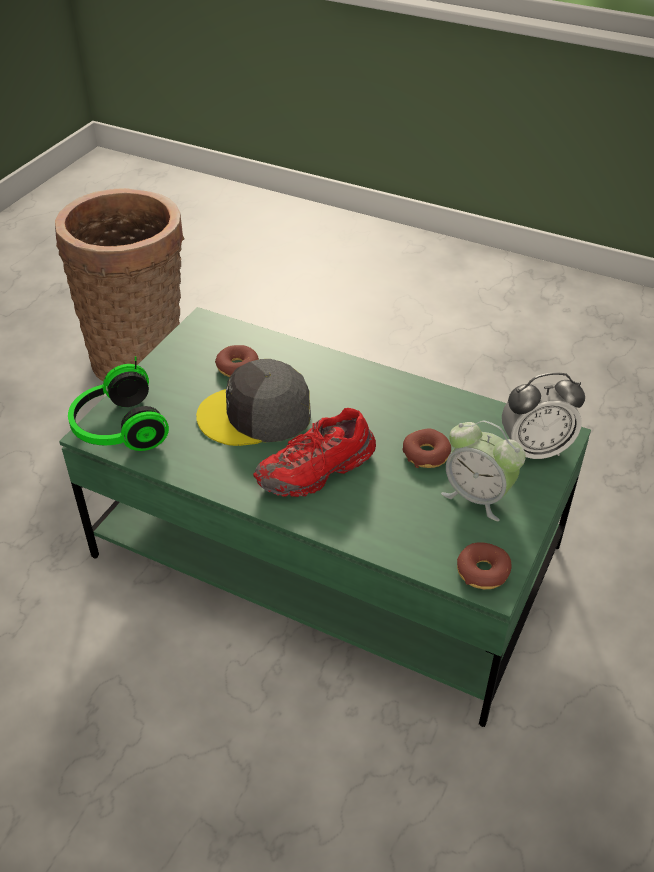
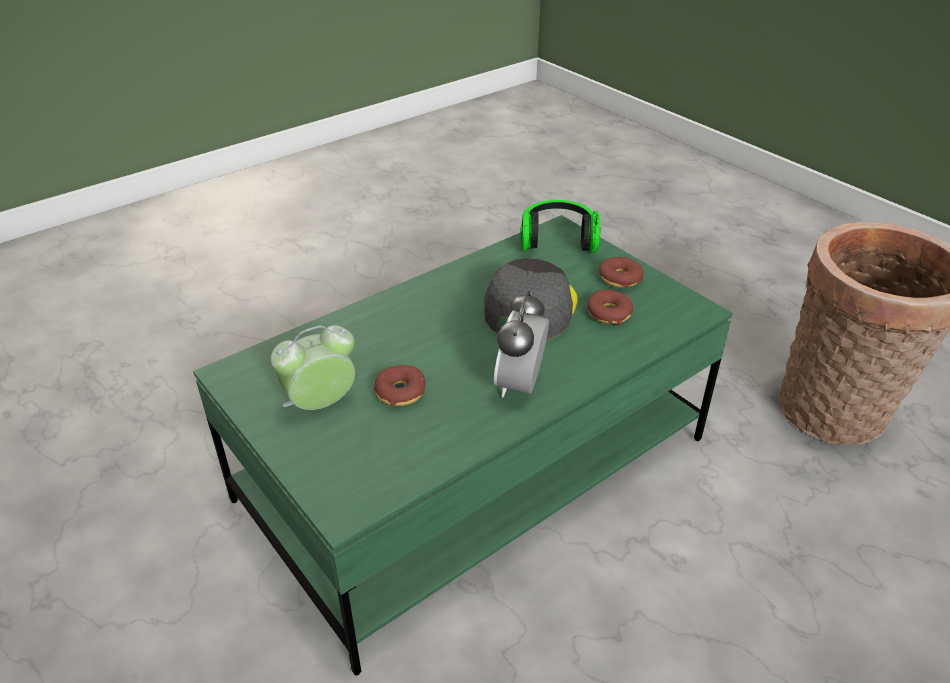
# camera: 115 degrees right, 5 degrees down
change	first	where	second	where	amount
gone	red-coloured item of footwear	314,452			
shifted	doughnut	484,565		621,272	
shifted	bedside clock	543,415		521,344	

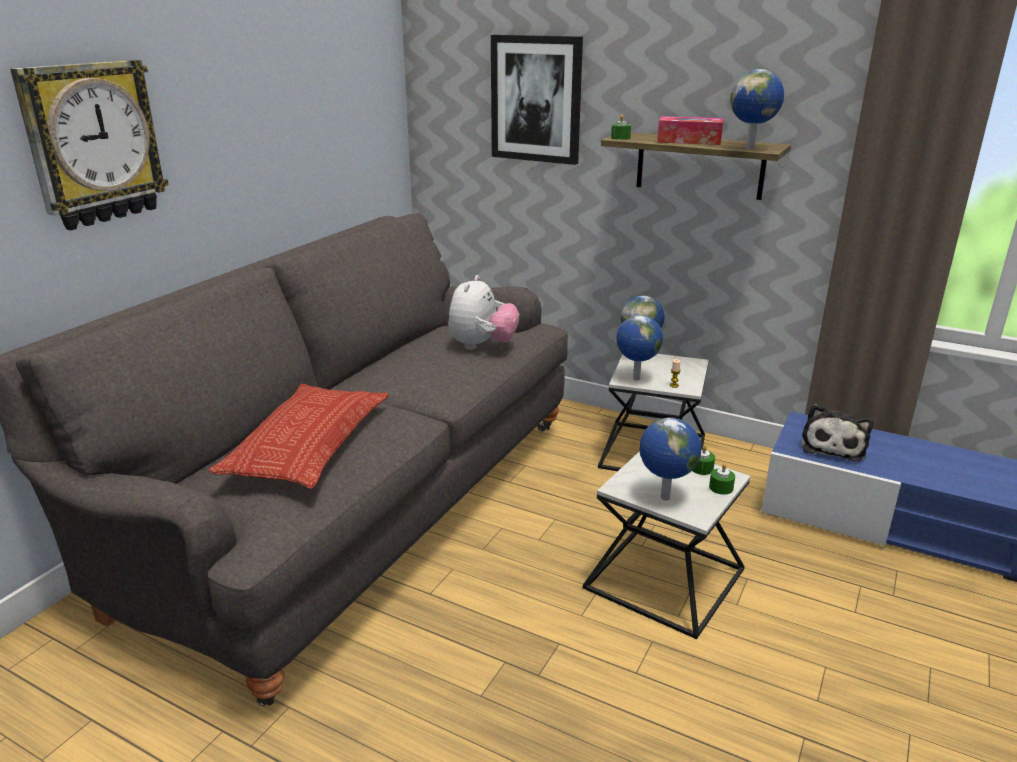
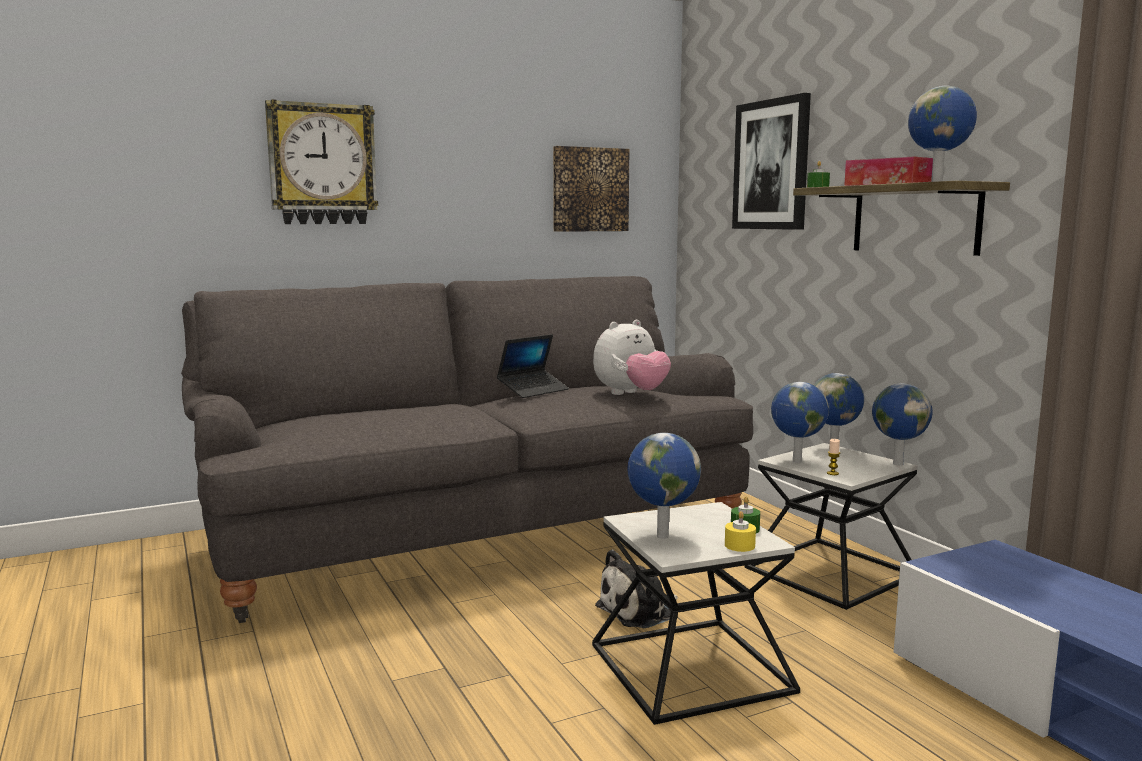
# camera: 35 degrees right, 15 degrees down
change	first	where	second	where	amount
gone	throw pillow	298,436			
new			portable computer	533,366	
new			wall picture	591,189	
new			globe	902,425	
shifted	cuddly toy	837,433		636,588	
repainted	green candle	722,479	yellow candle	740,531	

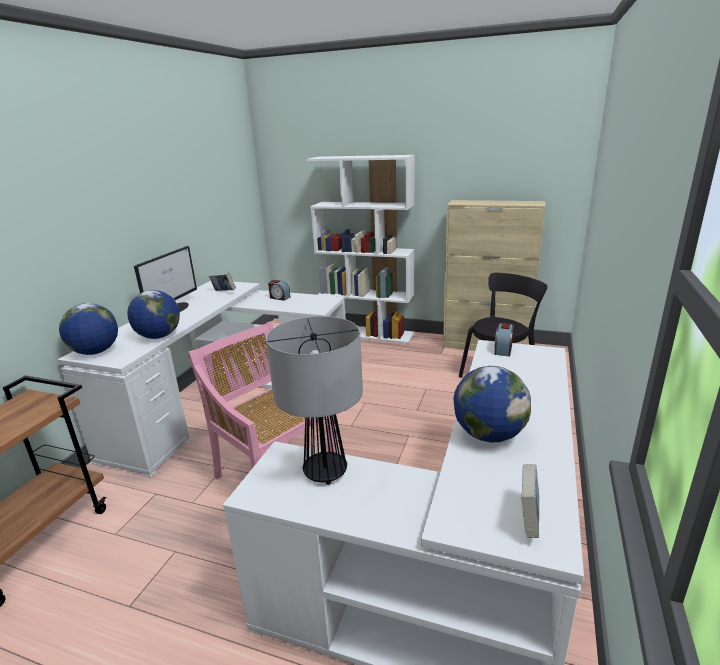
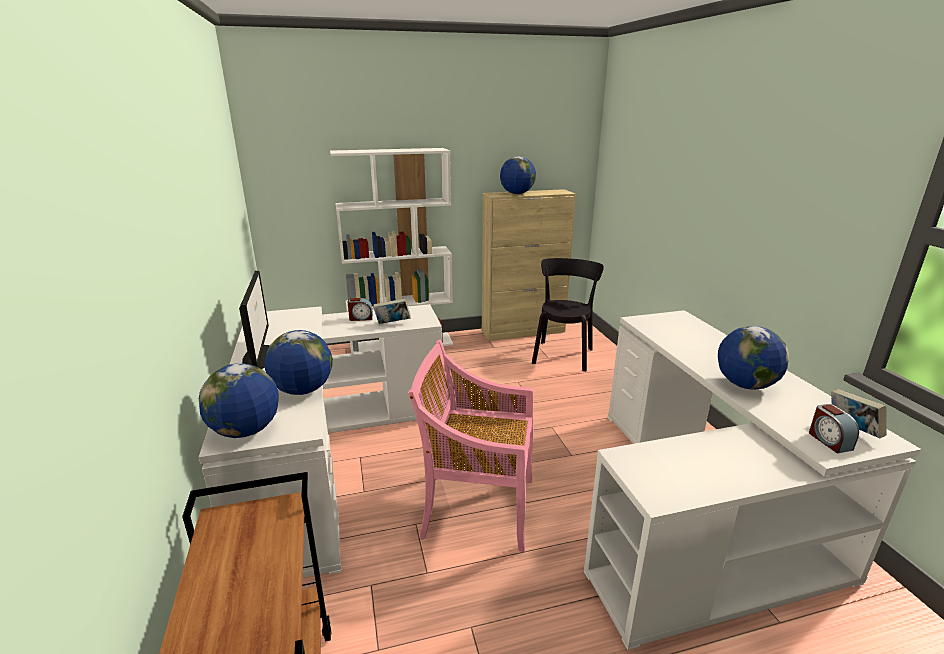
# camera: 35 degrees left, 0 degrees up
change	first	where	second	where	amount
gone	table lamp	314,400			
new			globe	518,175	
shifted	bound book	222,281		392,311	
shifted	bedside clock	504,339		834,429	

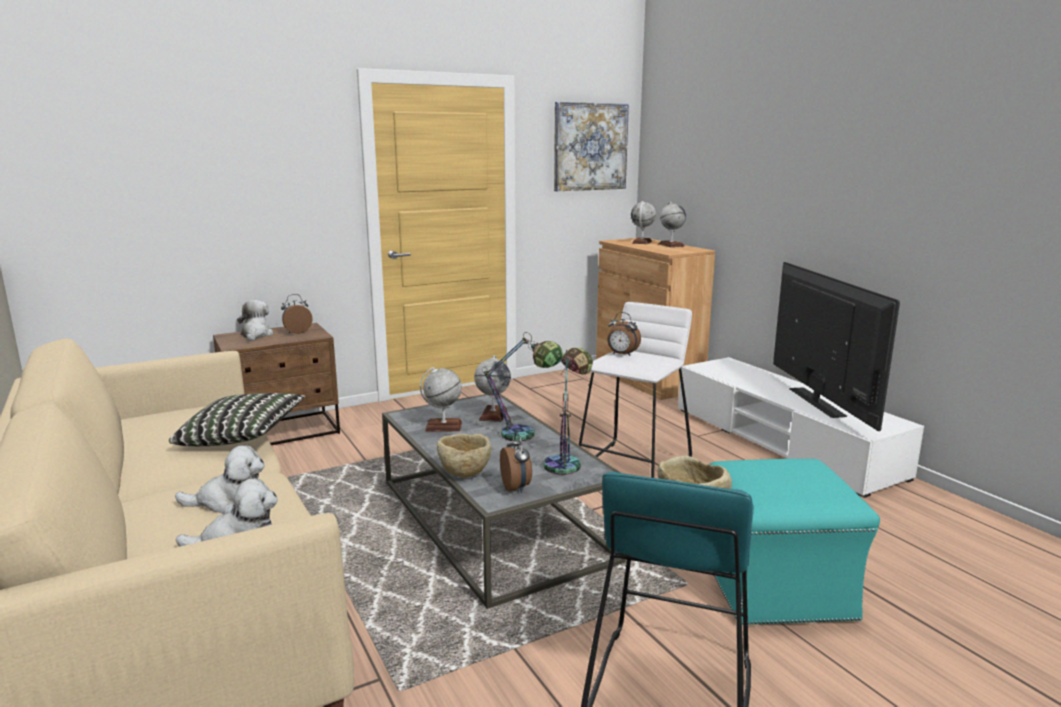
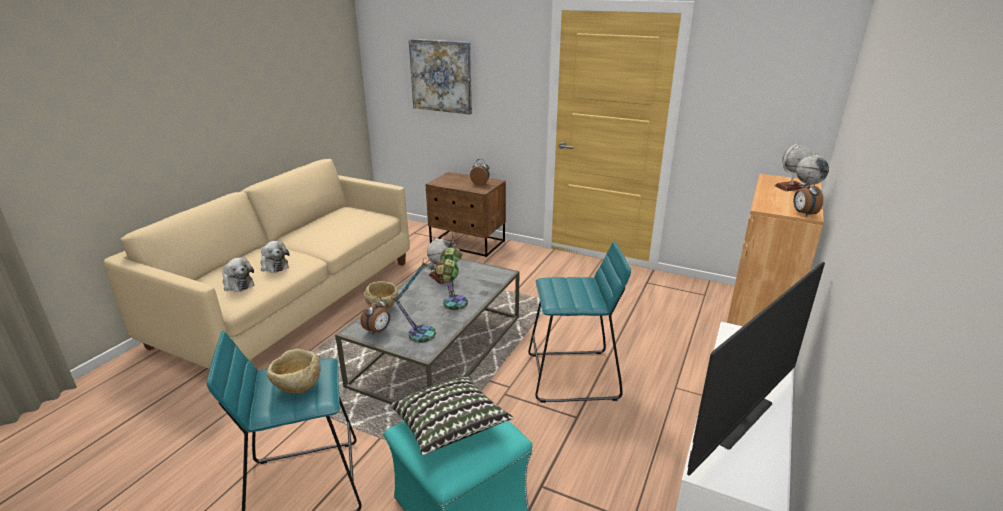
# camera: 55 degrees right, 10 degrees up
change	first	where	second	where	amount
gone	cuddly toy	255,320			
gone	globe	492,388			
shifted	throw pillow	237,419		452,415	
shifted	wall picture	591,146		440,76	
shifted	bedside clock	624,334		808,196	
repainted	white sitting stool	635,390	turquoise-coloured sitting stool	579,322	

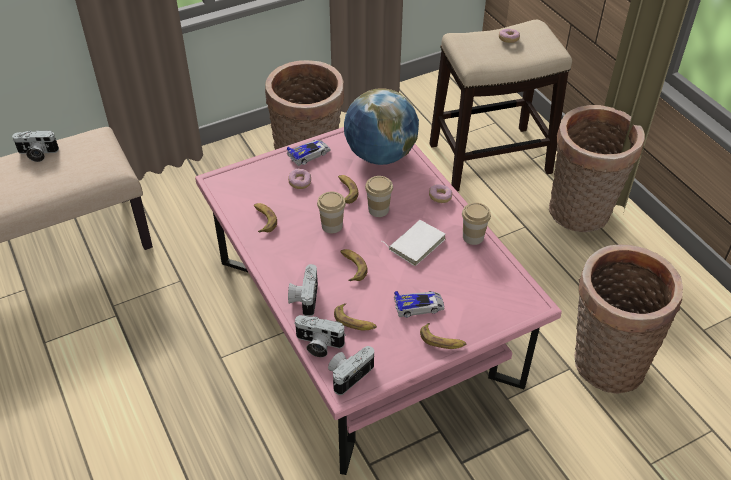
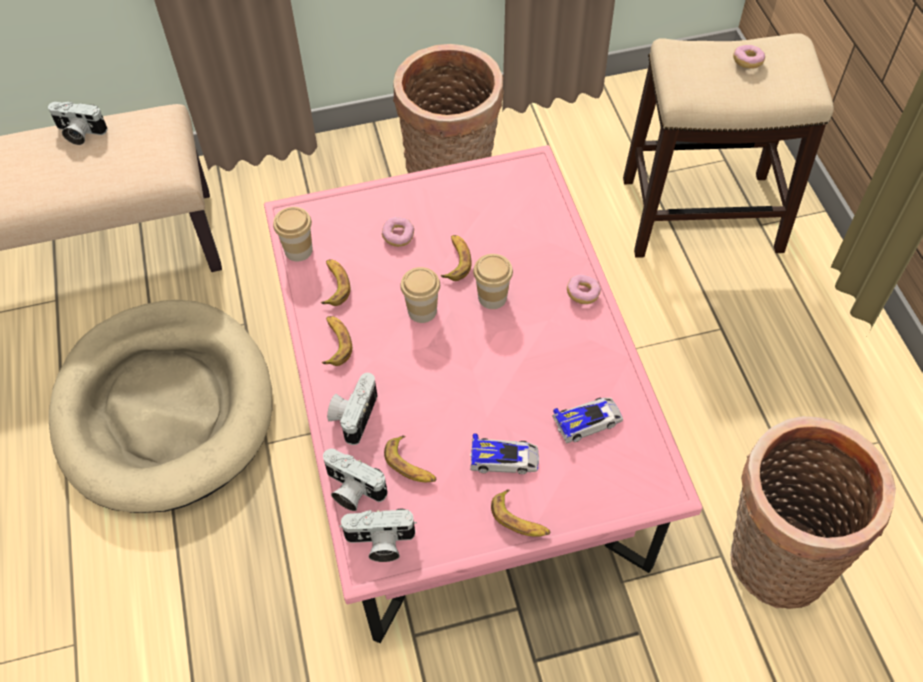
# camera: 15 degrees right, 10 degrees up
change	first	where	second	where	amount
gone	globe	381,126			
gone	white bound book	413,243			
gone	household basket	597,168			
new			beige-coloured dog bed	161,406	
shifted	miniature car	308,153		587,421	
shifted	whole banana	354,265		337,341	
shifted	cup	476,224		293,234	
rotated	still camera	351,370		378,535	150 degrees counterclockwise

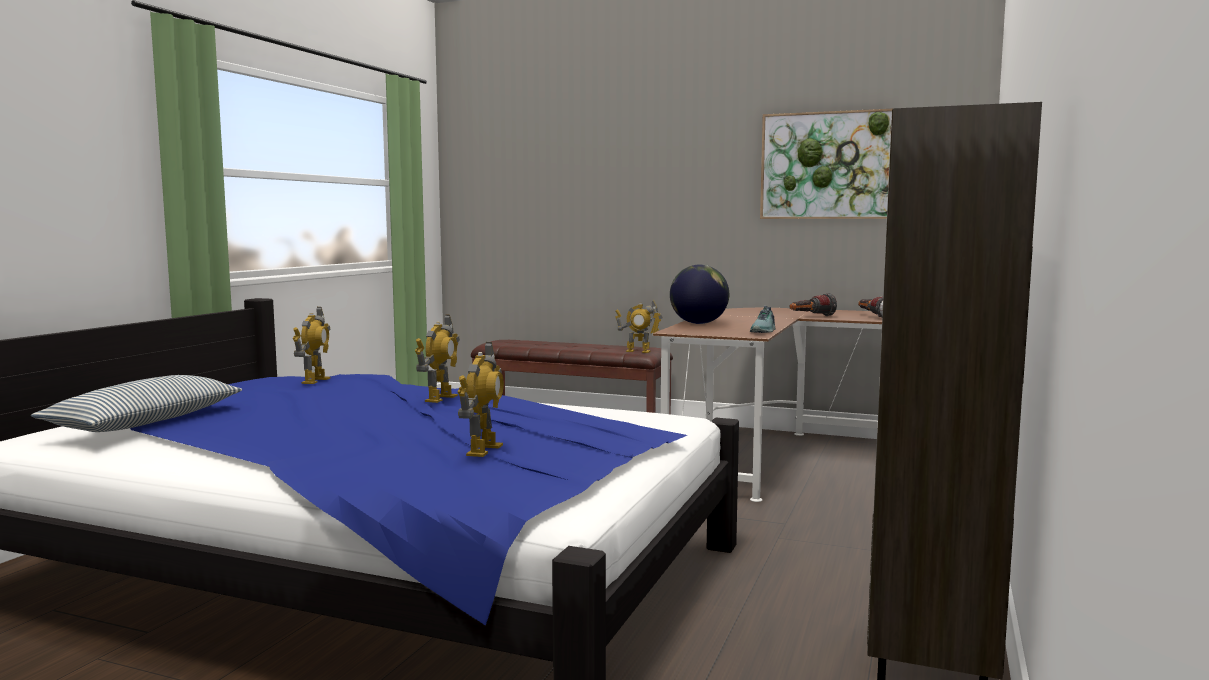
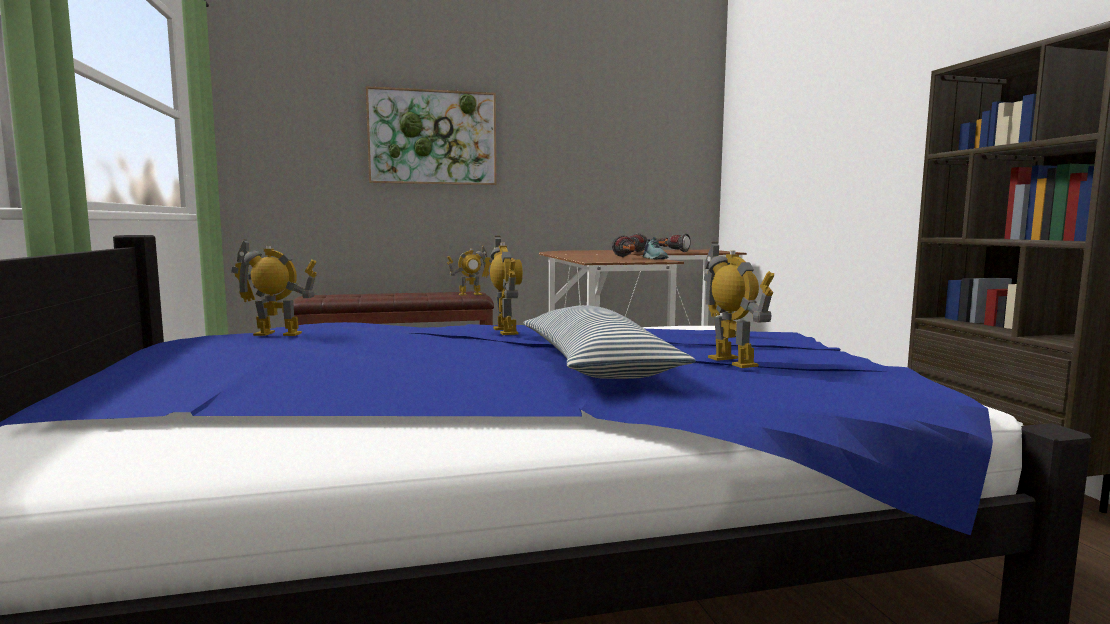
# camera: 35 degrees left, 0 degrees up
change	first	where	second	where	amount
gone	globe	699,294			
new			flashlight	624,246	
shifted	throw pillow	136,403		610,342	
shifted	wall picture	826,164		431,135	
rotated	model robot	312,345		274,287	60 degrees counterclockwise

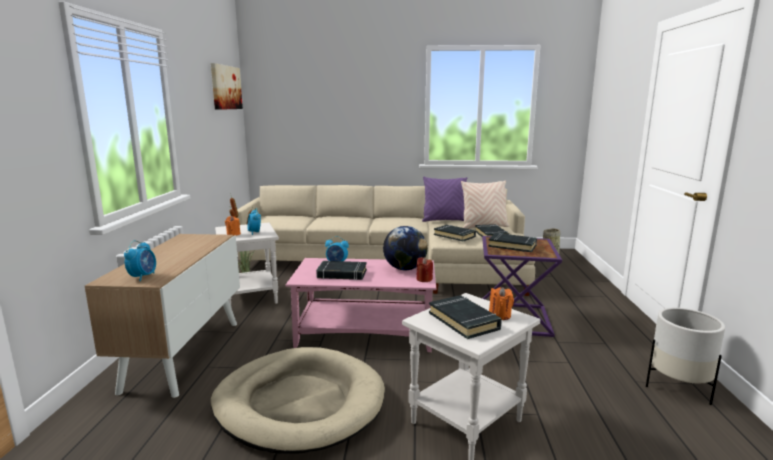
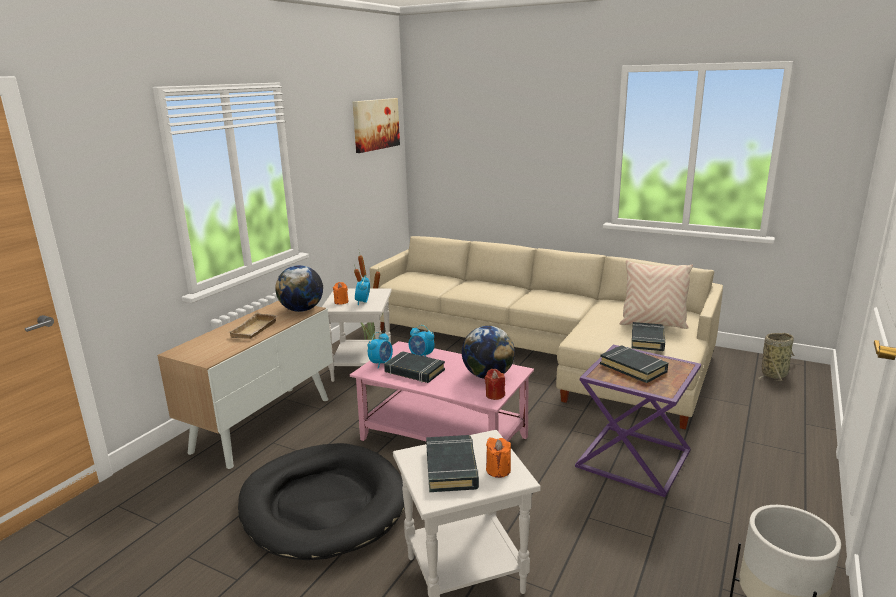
# camera: 25 degrees right, 5 degrees up
change	first	where	second	where	amount
gone	purple-coloured throw pillow	444,199			
gone	black-coloured bound book	455,233			
new			beige-coloured serving tray	254,326	
new			globe	299,288	
shifted	bedside clock	140,260		380,350	
repainted	beige-coloured dog bed	298,400	black-coloured dog bed	321,501	

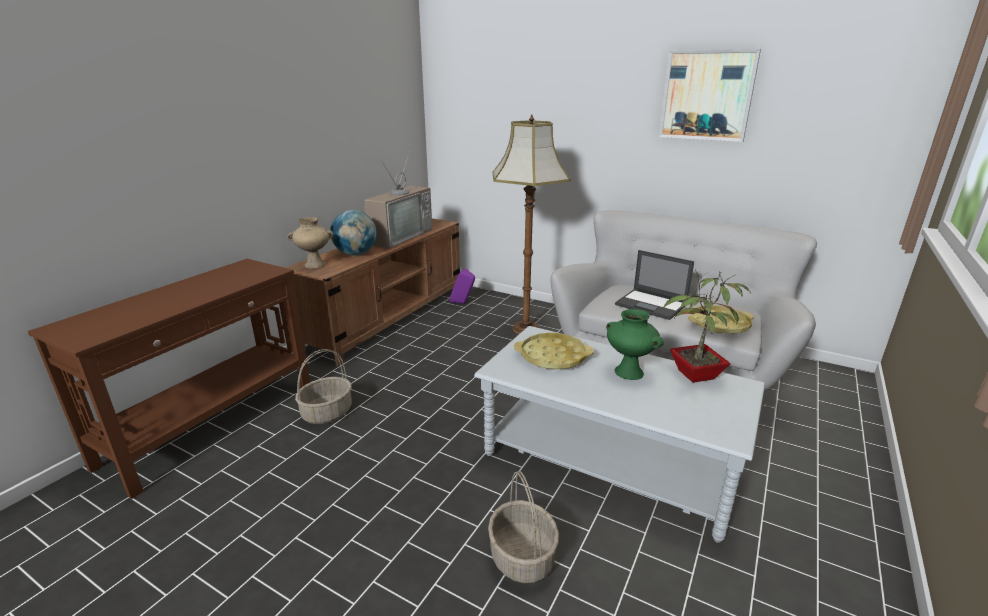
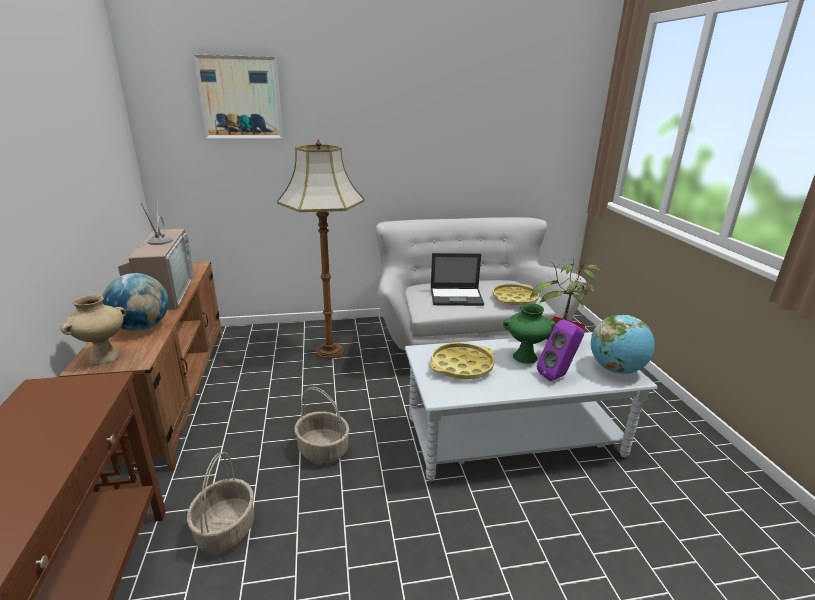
# camera: 40 degrees left, 0 degrees up
change	first	where	second	where	amount
new			globe	623,344	
shifted	purple-coloured speaker	462,286		560,350	
shifted	household basket	523,527		322,425	
shifted	wall picture	710,95		238,96	

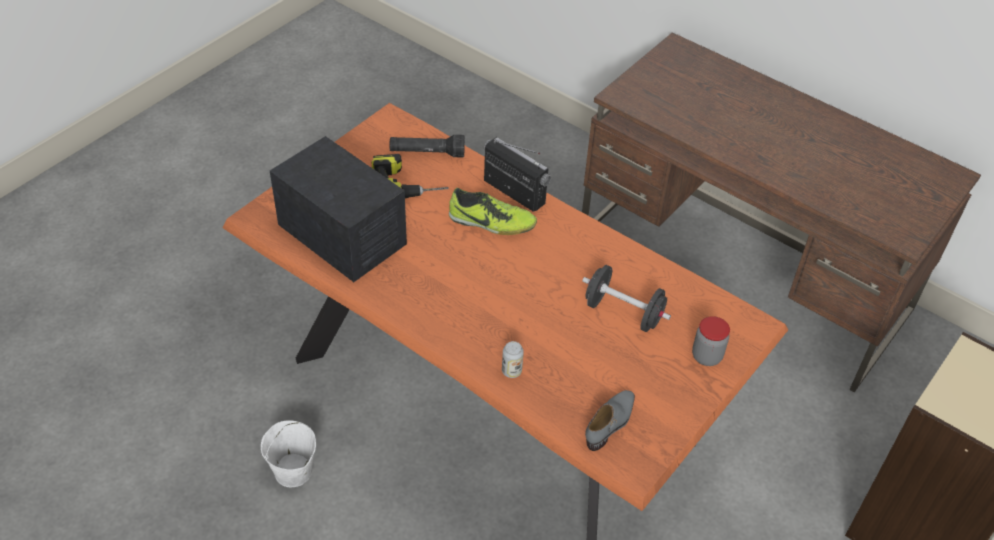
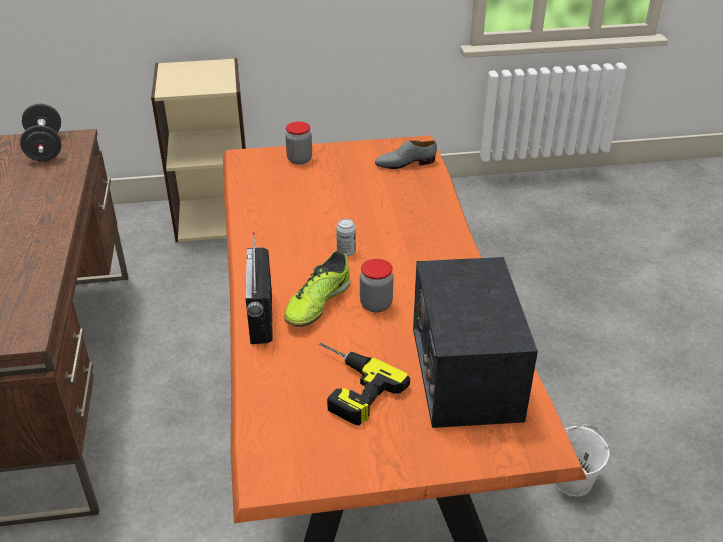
# camera: 135 degrees left, 10 degrees down
change	first	where	second	where	amount
gone	black-coloured flashlight	427,146			
new			jar	376,286	
shifted	can	513,359		346,237	
shifted	black-coloured dumbbell	626,298		40,132	
rotated	item of footwear	493,211		317,289	120 degrees counterclockwise

